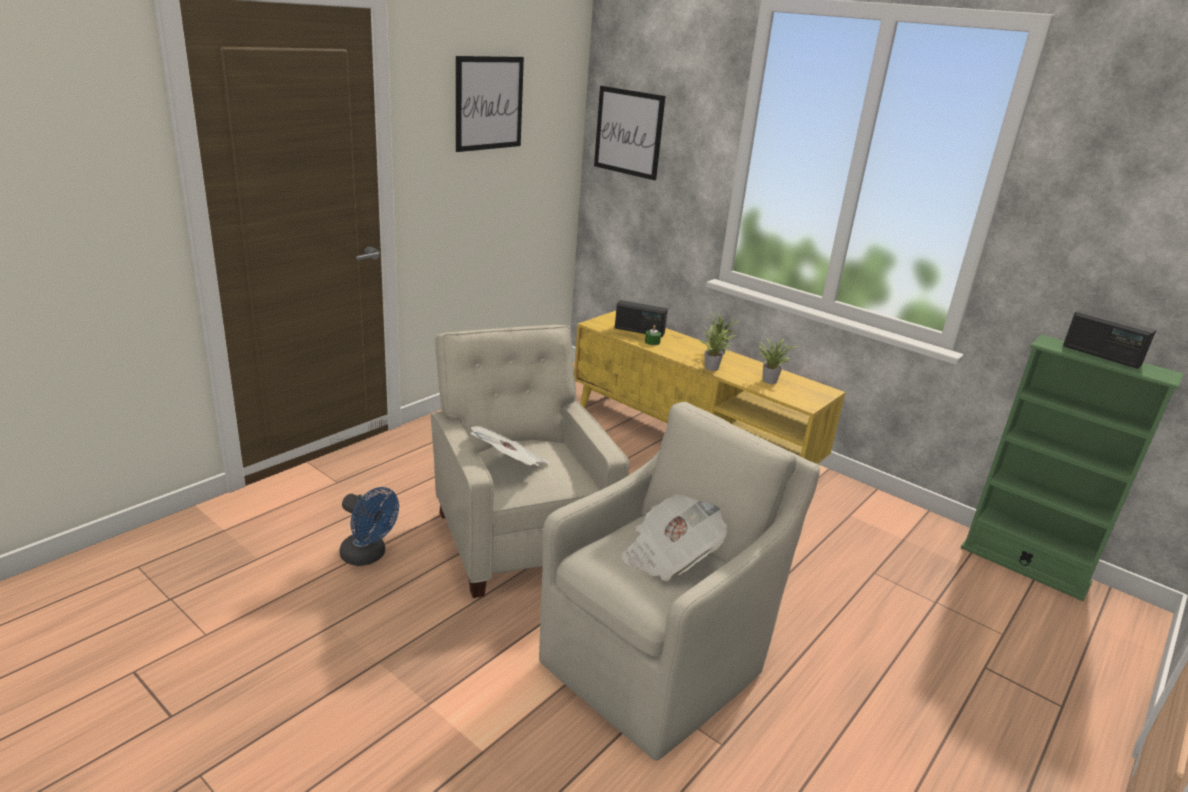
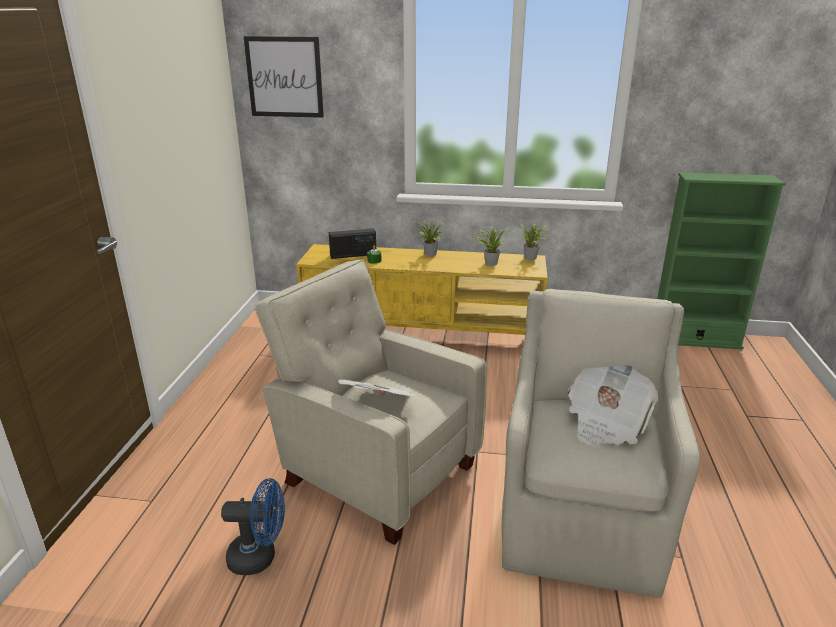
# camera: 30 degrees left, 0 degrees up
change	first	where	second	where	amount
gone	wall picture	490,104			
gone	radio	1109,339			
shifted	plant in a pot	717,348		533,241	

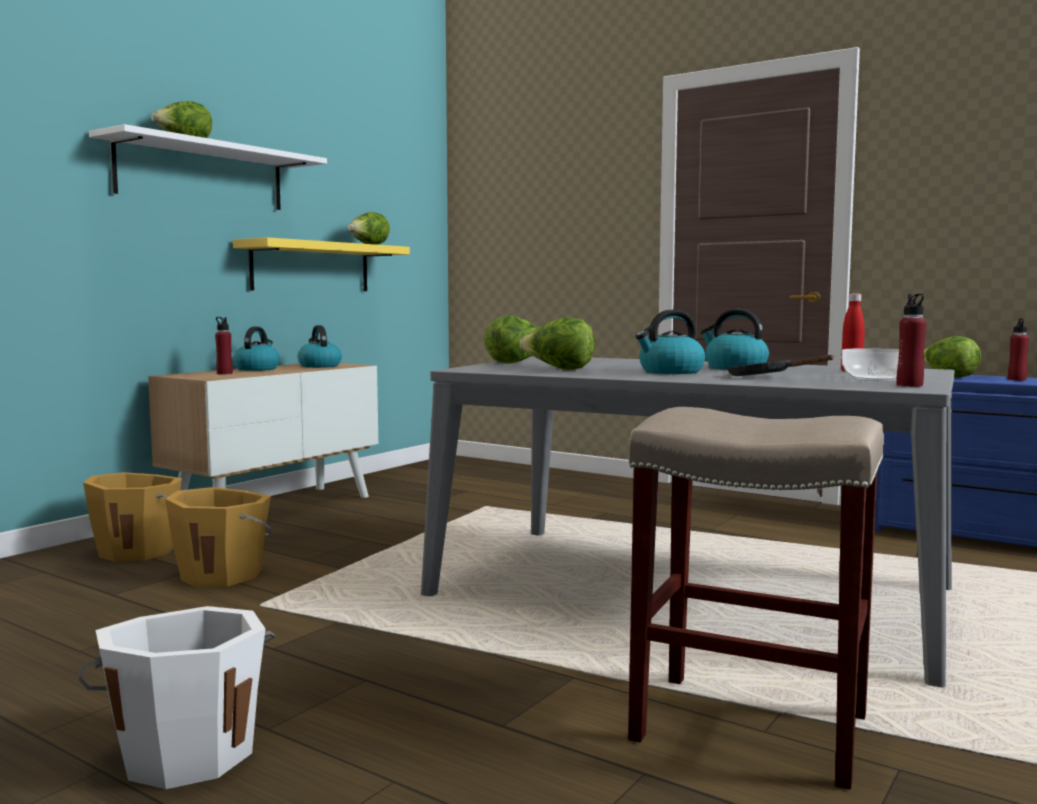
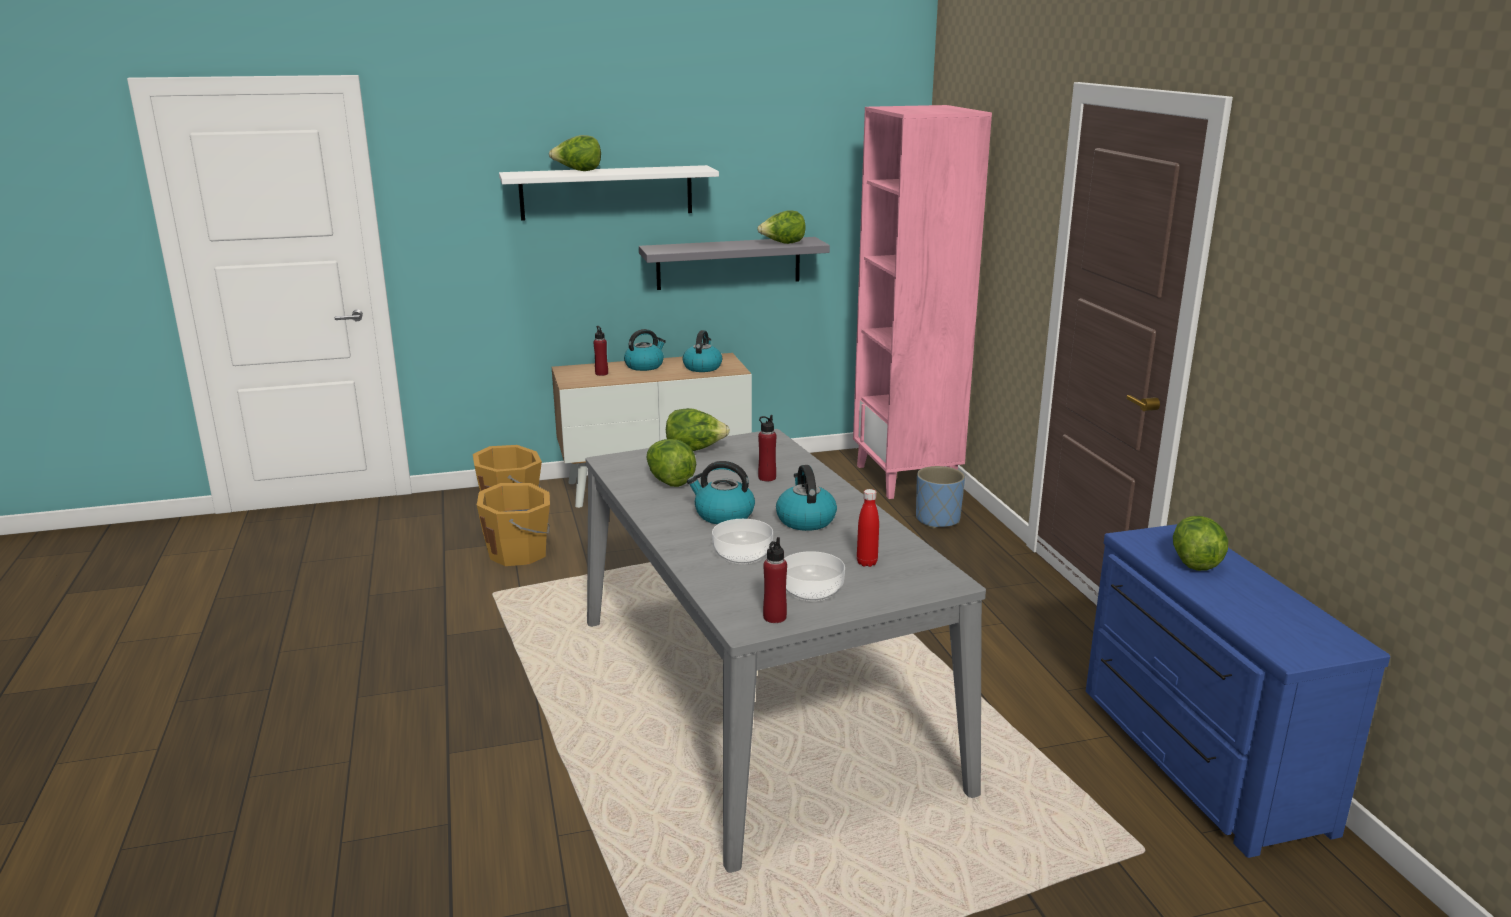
# camera: 40 degrees right, 15 degrees up
change	first	where	second	where	amount
gone	white water bucket	176,697			
gone	beige-coloured sitting stool	756,598			
new			pink bookshelf	922,302	
new			blue planter	940,497	
shifted	red-coloured drink bottle	1018,349		767,448	
swapped	black-coloured pan	780,365	bowl	742,542	
repainted	yellow wall shelf	321,264	gray wall shelf	734,263	

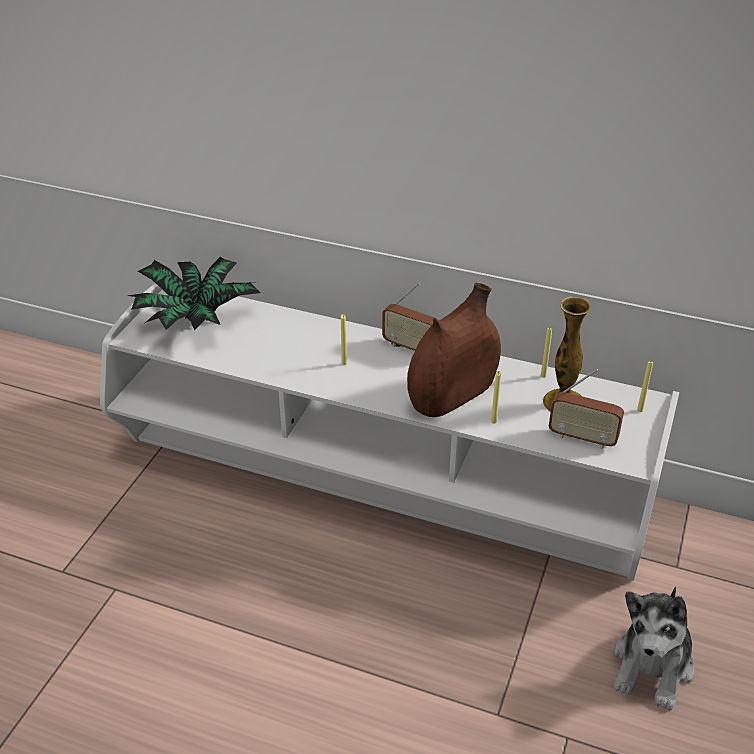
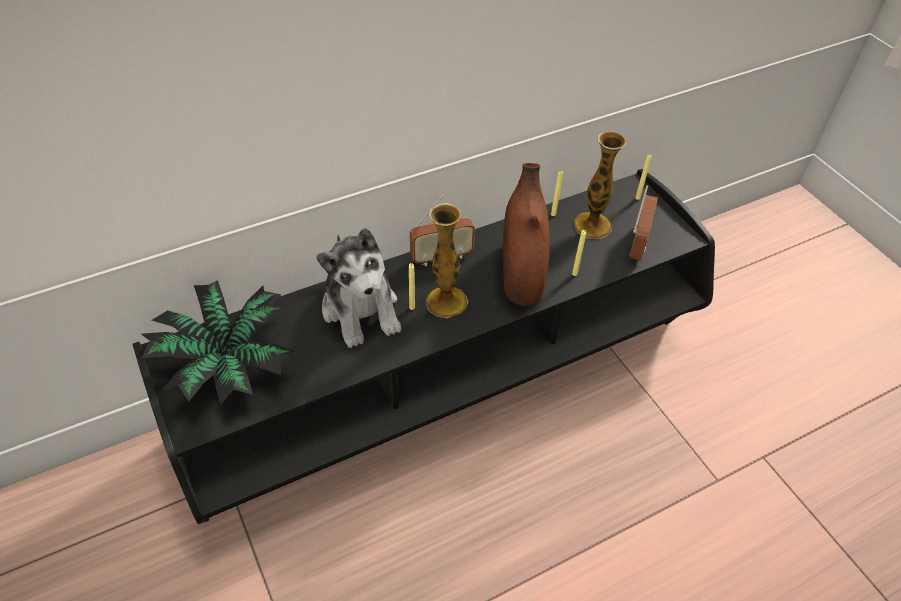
# camera: 50 degrees left, 10 degrees up
change	first	where	second	where	amount
new			decorative vase	447,260	
shifted	cuddly toy	653,648		358,288	
repainted	white media console	389,432	black-coloured media console	424,346	
rotated	radio	586,409		643,223	45 degrees counterclockwise

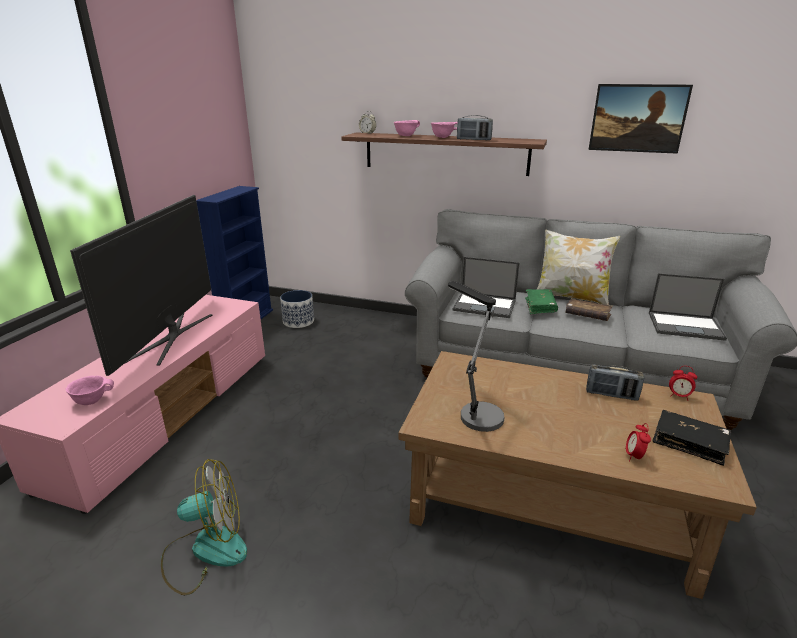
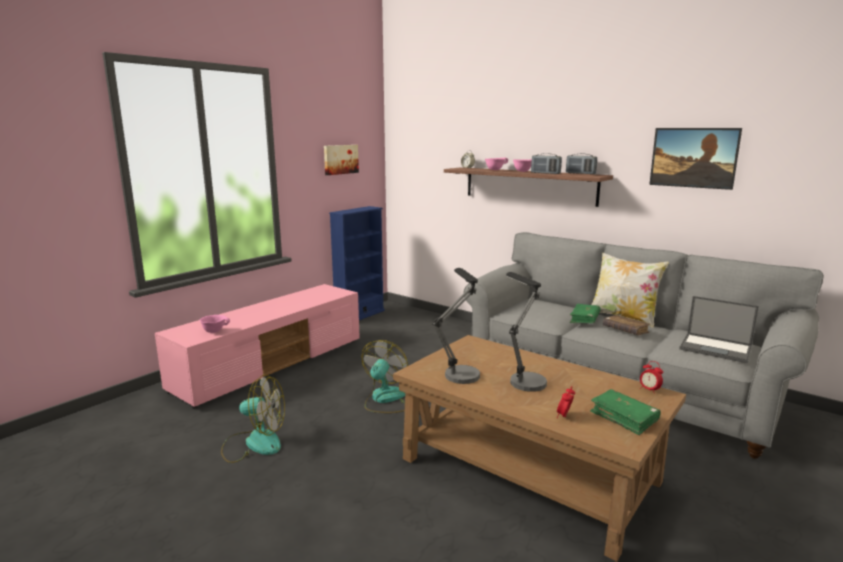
# camera: 20 degrees right, 10 degrees down
change	first	where	second	where	amount
gone	TV	141,285			
gone	planter	297,309			
gone	portable computer	486,287			
new			wall picture	341,160	
new			fan	385,376	
new			table lamp	526,332	
shifted	radio	615,382		581,164	
repainted	black-coloured bound book	692,438	green bound book	625,412	

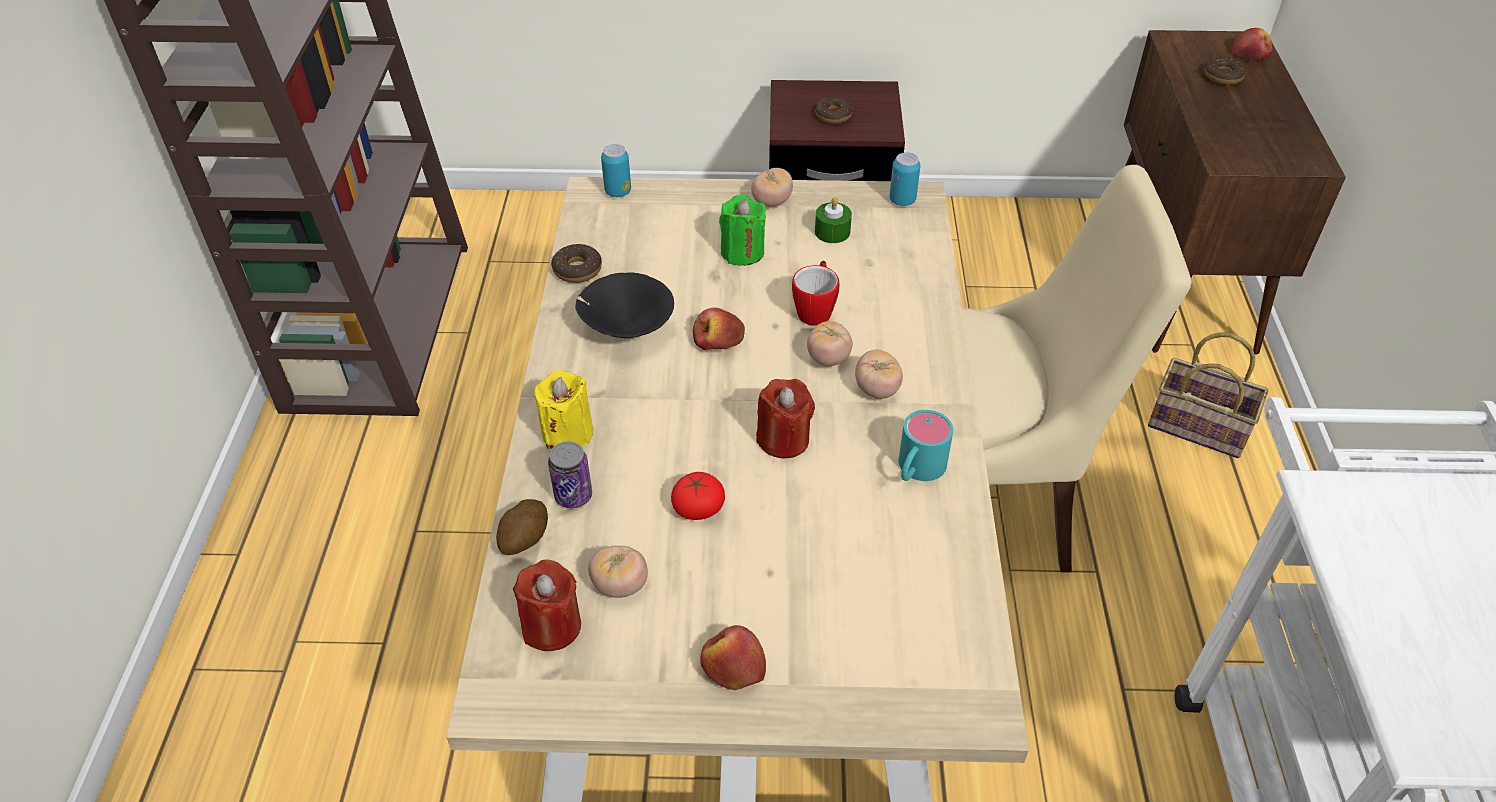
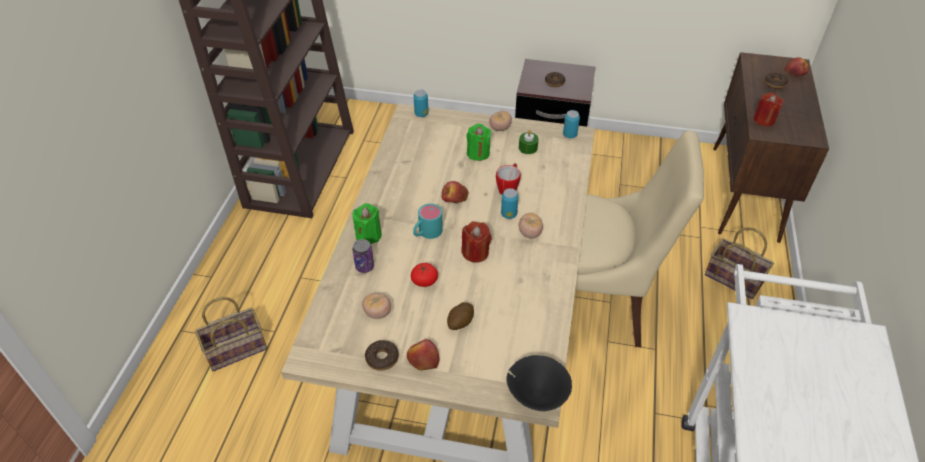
# camera: 10 degrees right, 0 degrees up
change	first	where	second	where	amount
new			household basket	231,334	
shifted	potato	522,527		460,316	
shifted	red-coloured candle	547,605		768,109	
shifted	doughnut	576,263		382,355	
shifted	black-coloured bowl	624,305		539,383	
shifted	turquoise-coloured coffee mug	926,445		428,221	
swapped	tomato	830,343	can	509,203	
repainted	yellow candle	564,409	green candle	367,223	

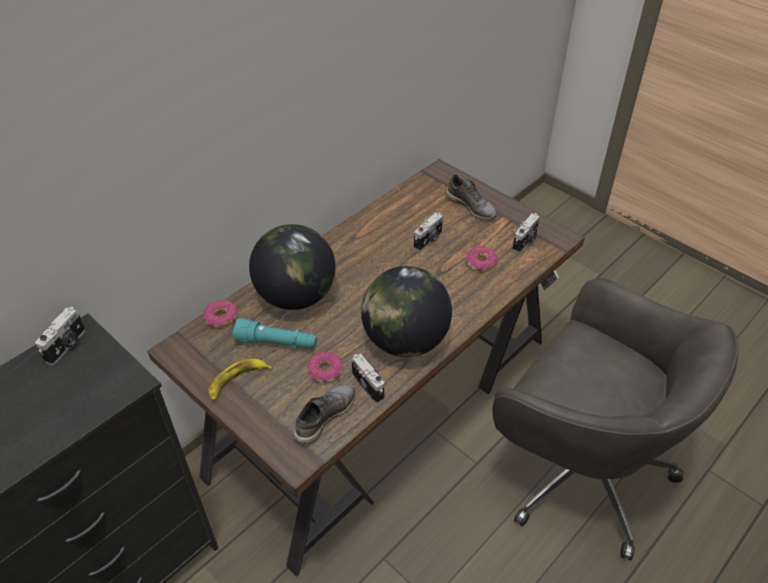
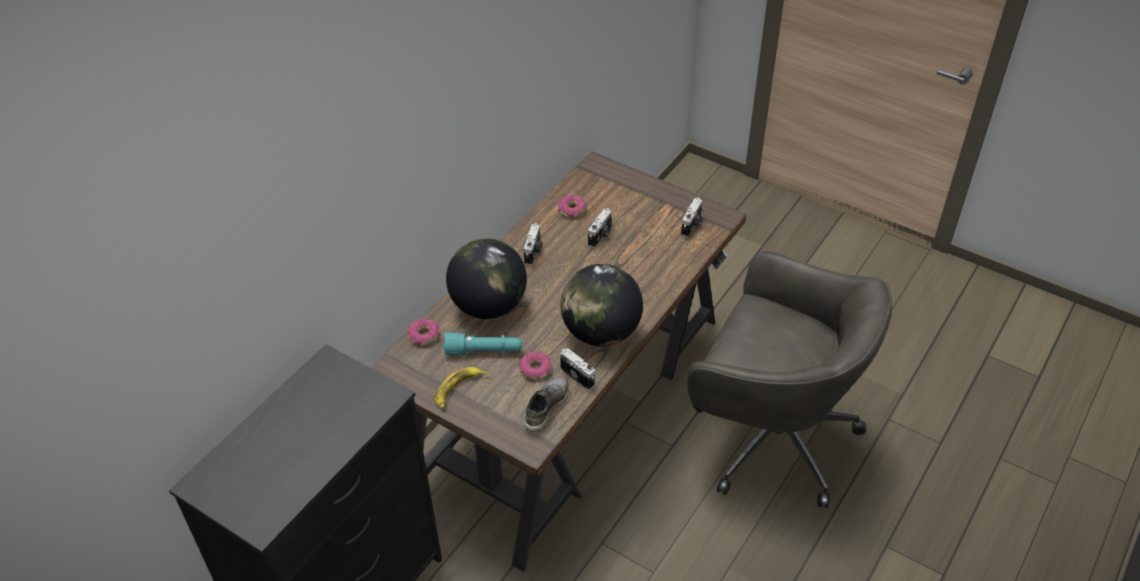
# camera: 10 degrees left, 0 degrees up
change	first	where	second	where	amount
gone	gray item of footwear	471,197			
shifted	still camera	60,336		533,244	
shifted	doughnut	482,259		572,206	

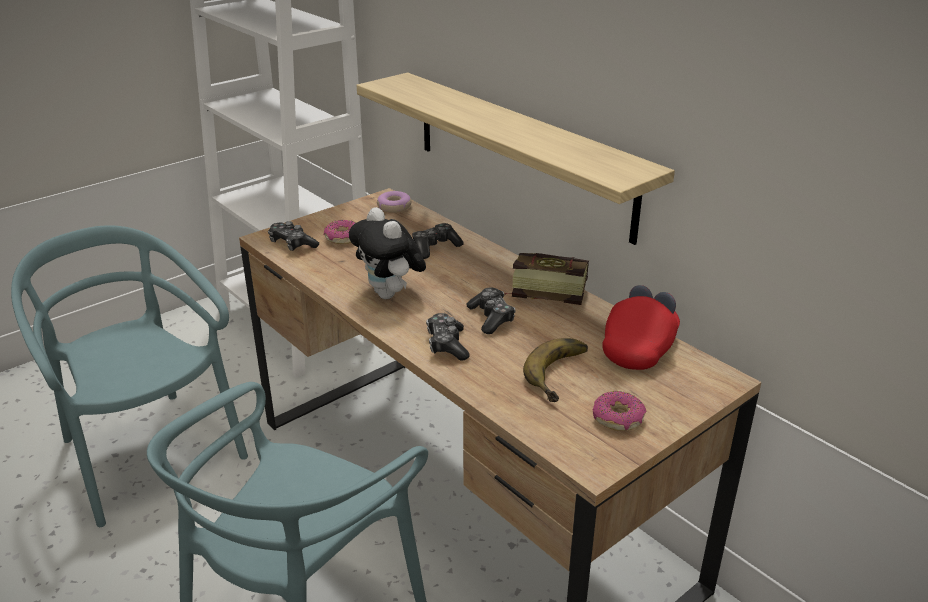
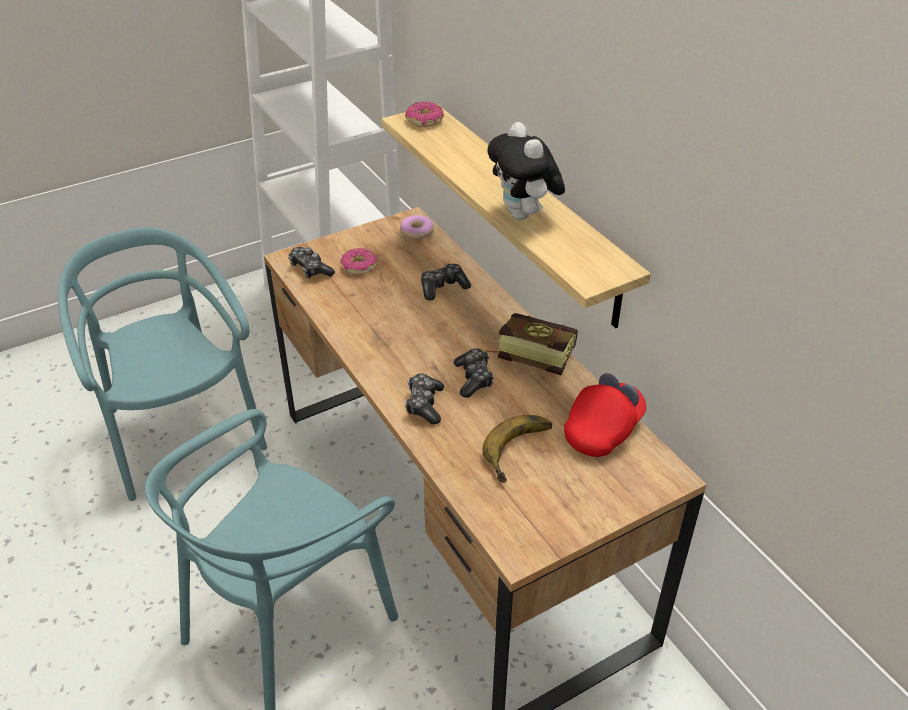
# camera: 10 degrees right, 10 degrees up
change	first	where	second	where	amount
shifted	cuddly toy	387,253		526,171	
shifted	doughnut	619,411		424,114	

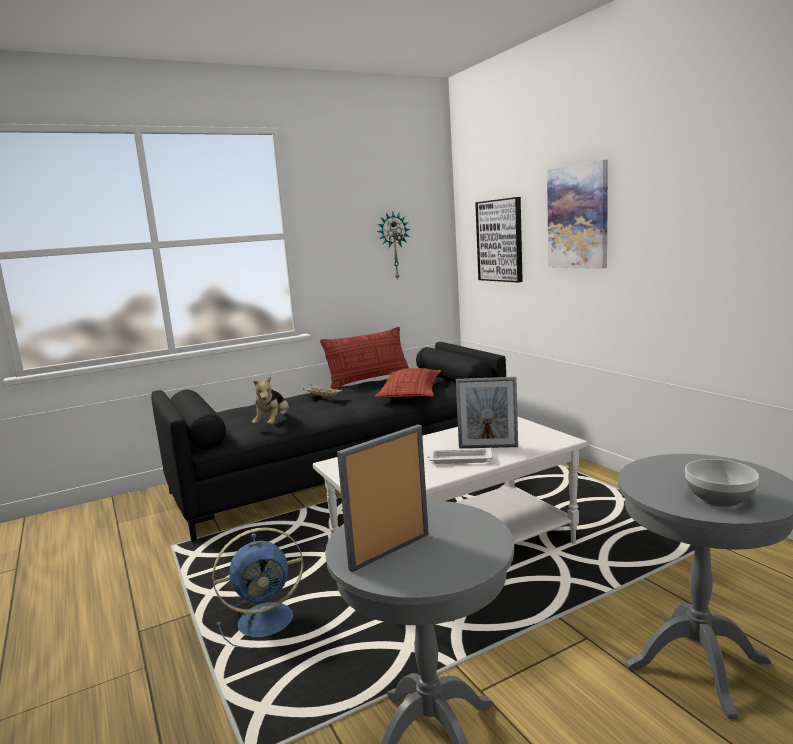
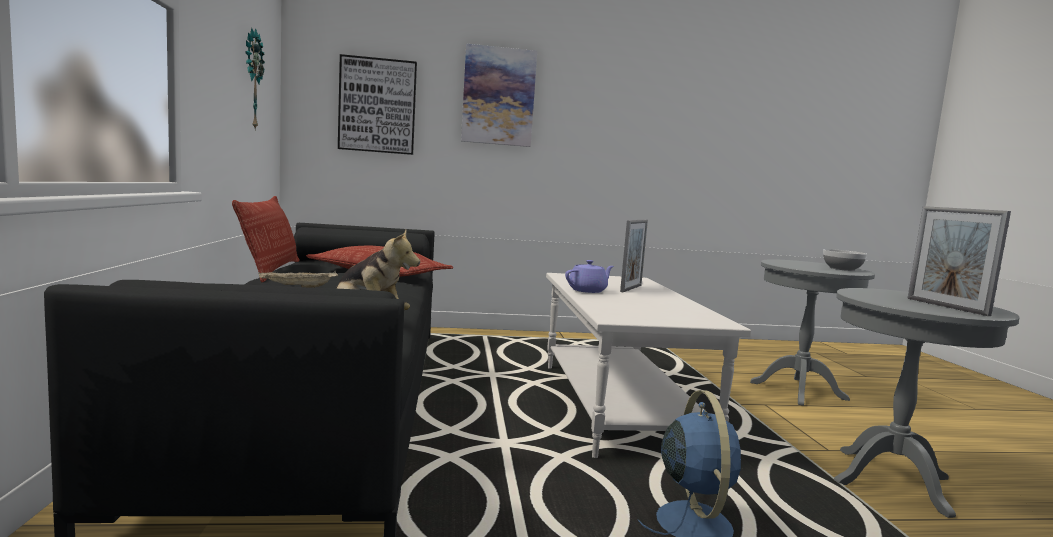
# camera: 70 degrees left, 5 degrees down
change	first	where	second	where	amount
gone	white serving tray	460,456			
new			purple-coloured tea pot	589,276	

